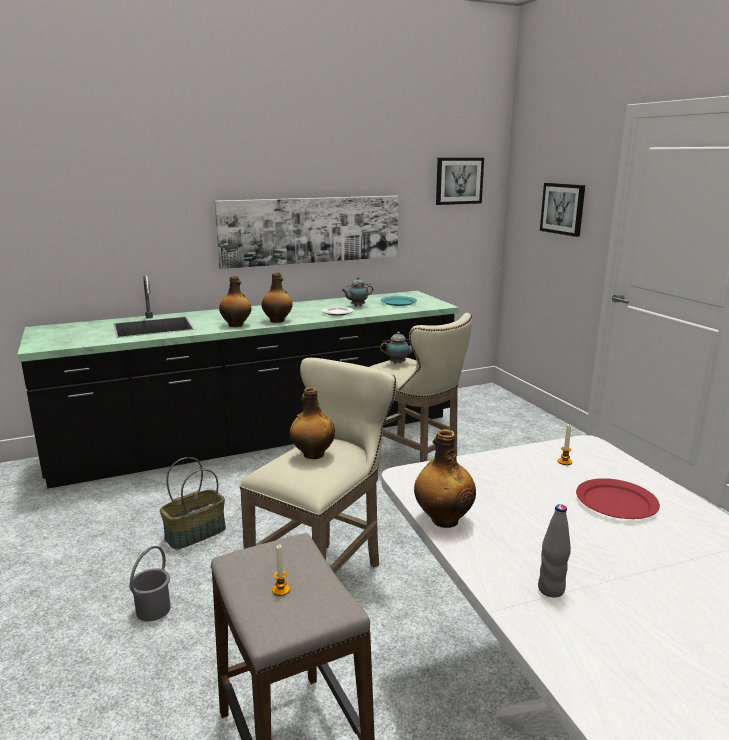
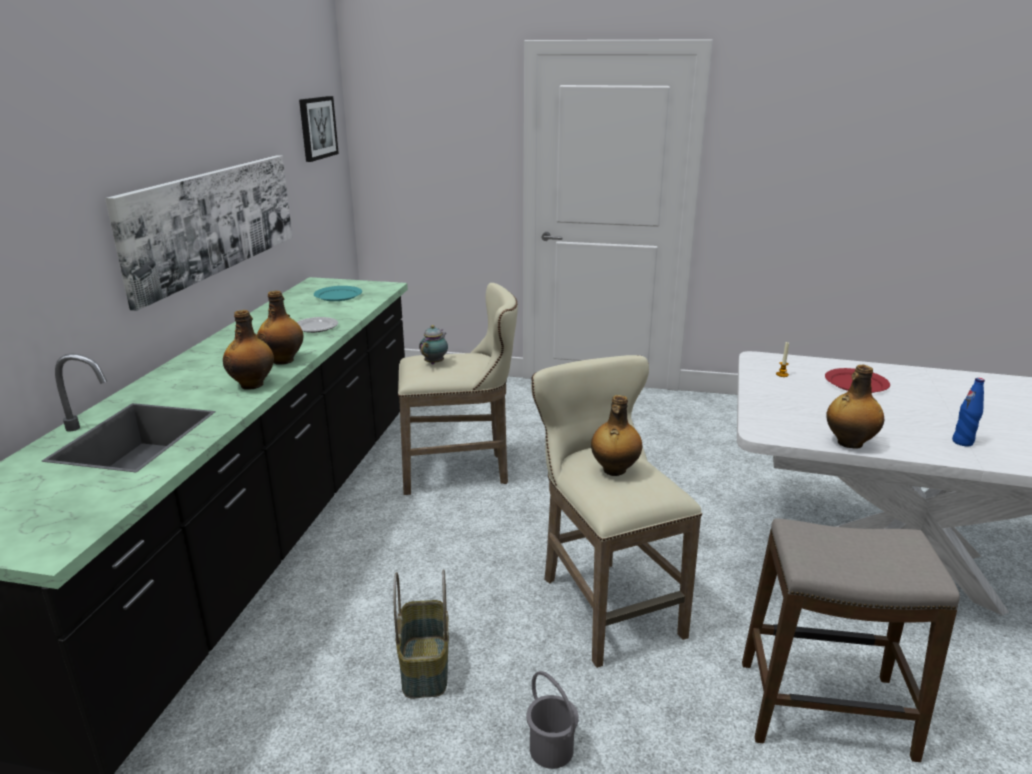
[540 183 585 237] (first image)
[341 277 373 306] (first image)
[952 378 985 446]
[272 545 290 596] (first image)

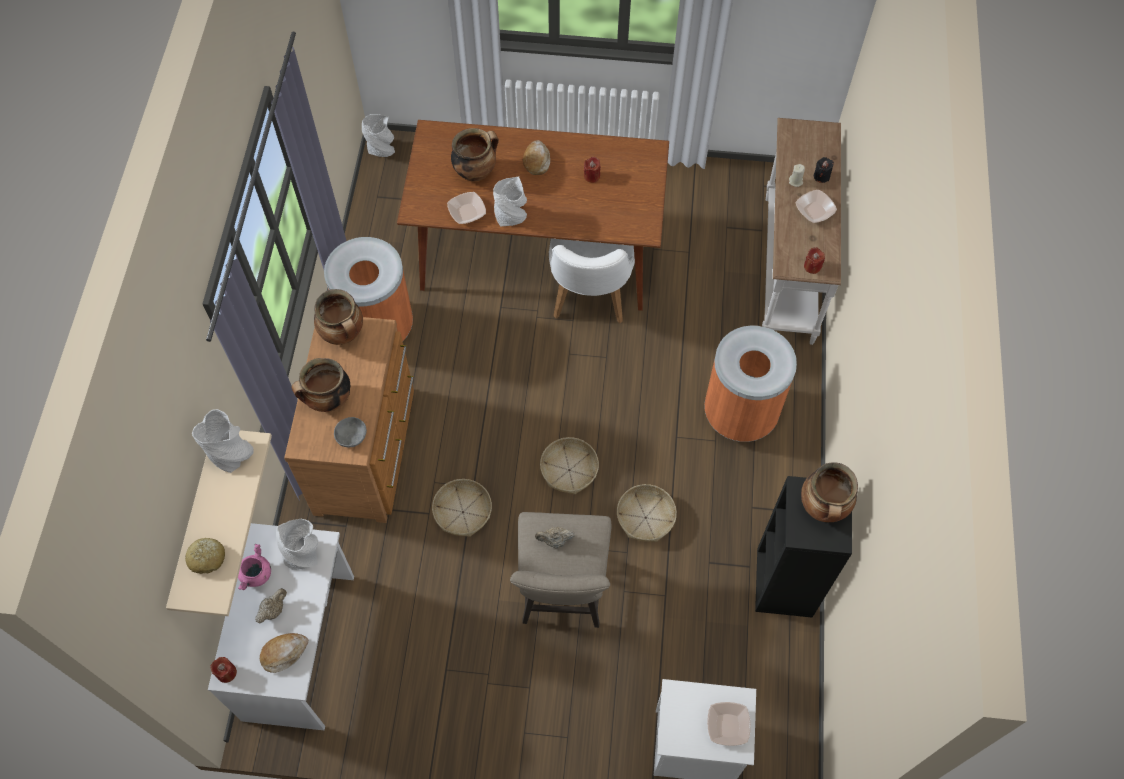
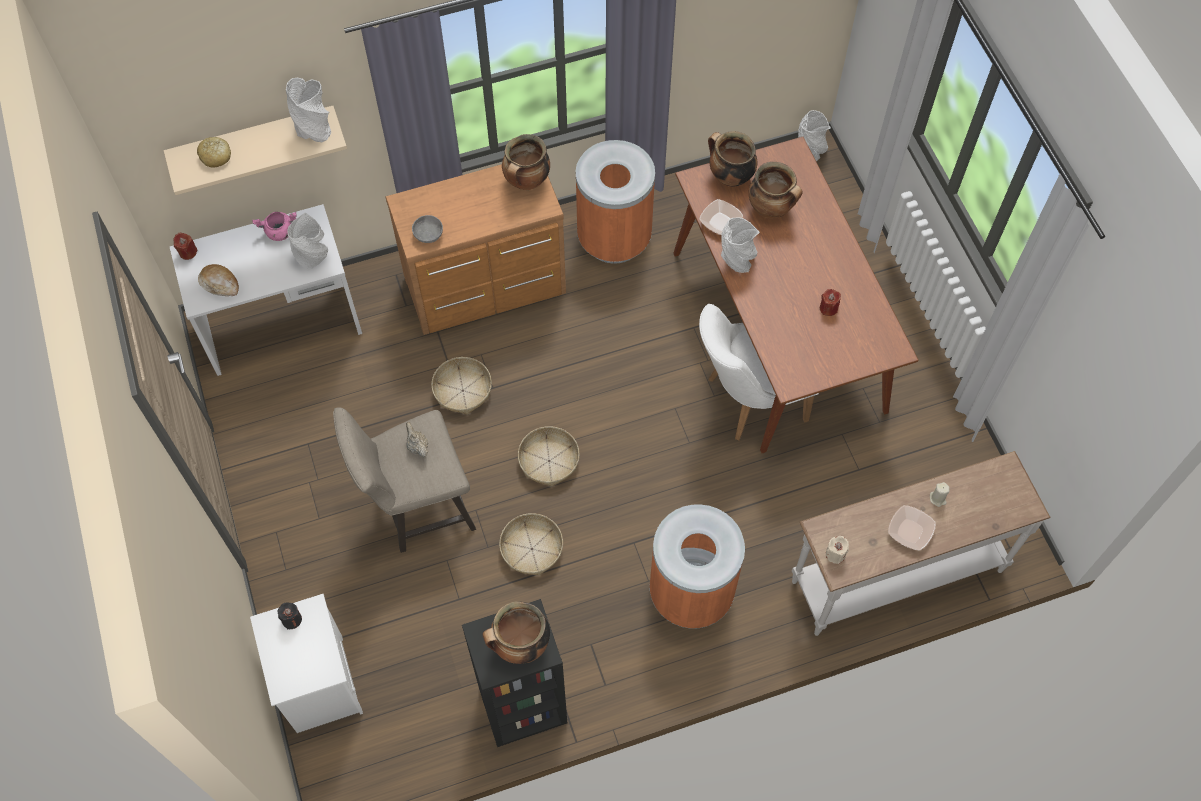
[523 140 550 175] (first image)
[278 602 302 629]
[826 536 849 564]
[708 131 757 187]
[255 588 287 624] (first image)
[707 702 751 746] (first image)

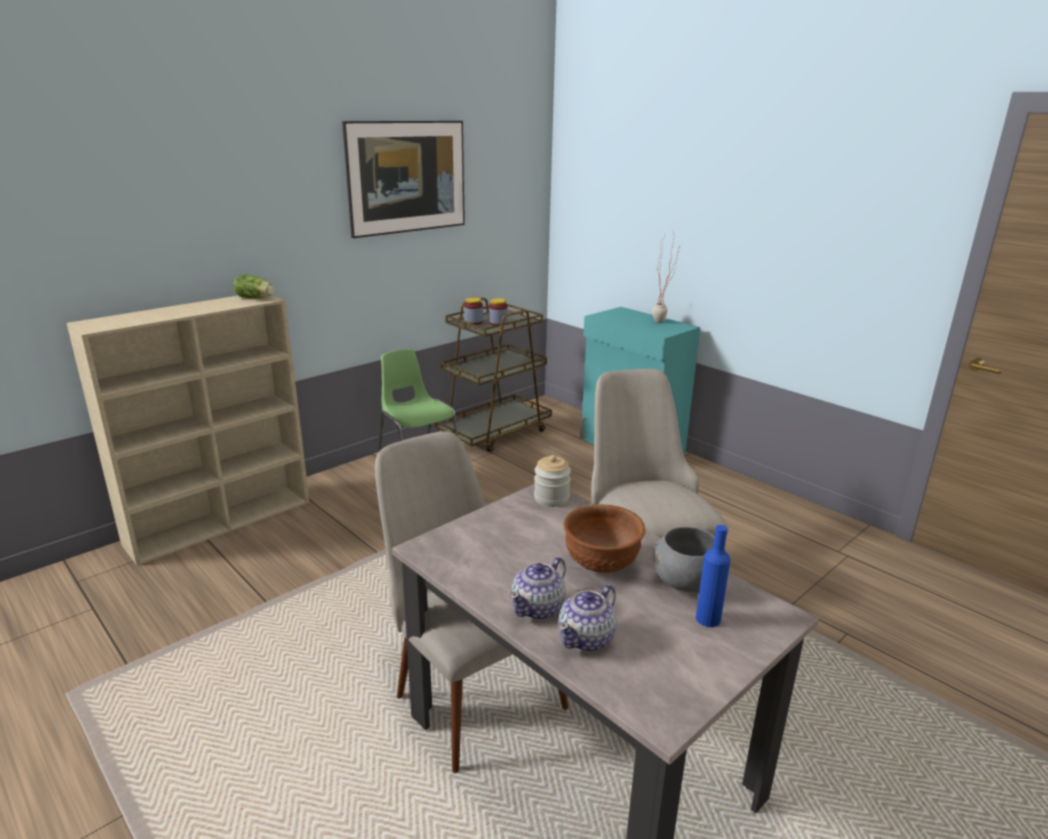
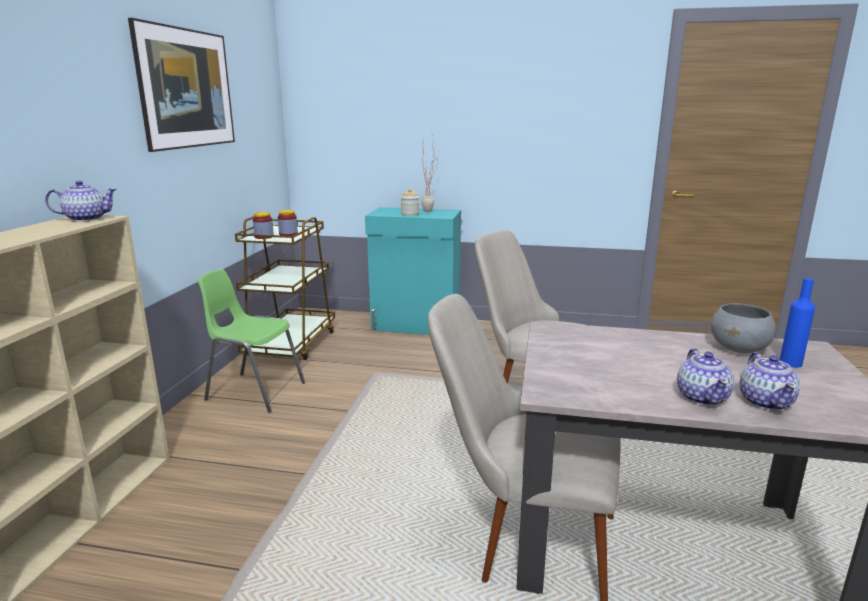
[45 181 117 222]
[401 189 420 216]
[564 504 646 573] (first image)

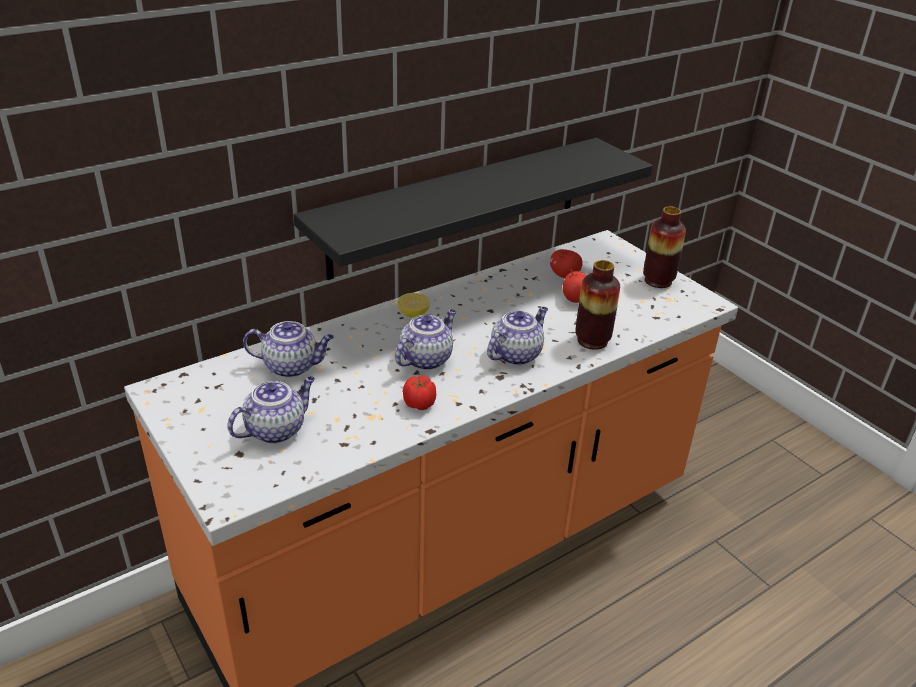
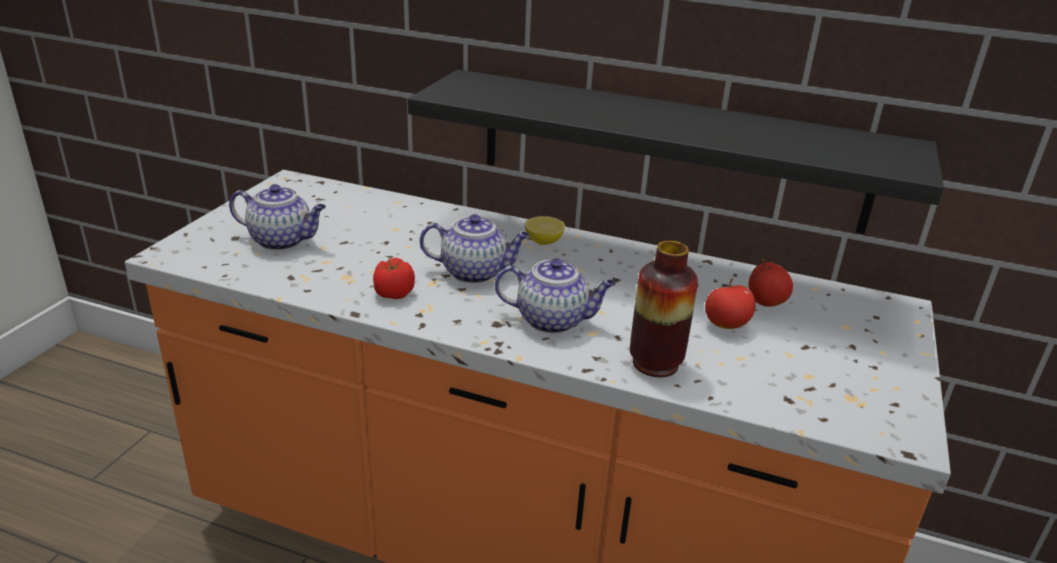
[643 206 686 288] (first image)
[243 321 334 378] (first image)

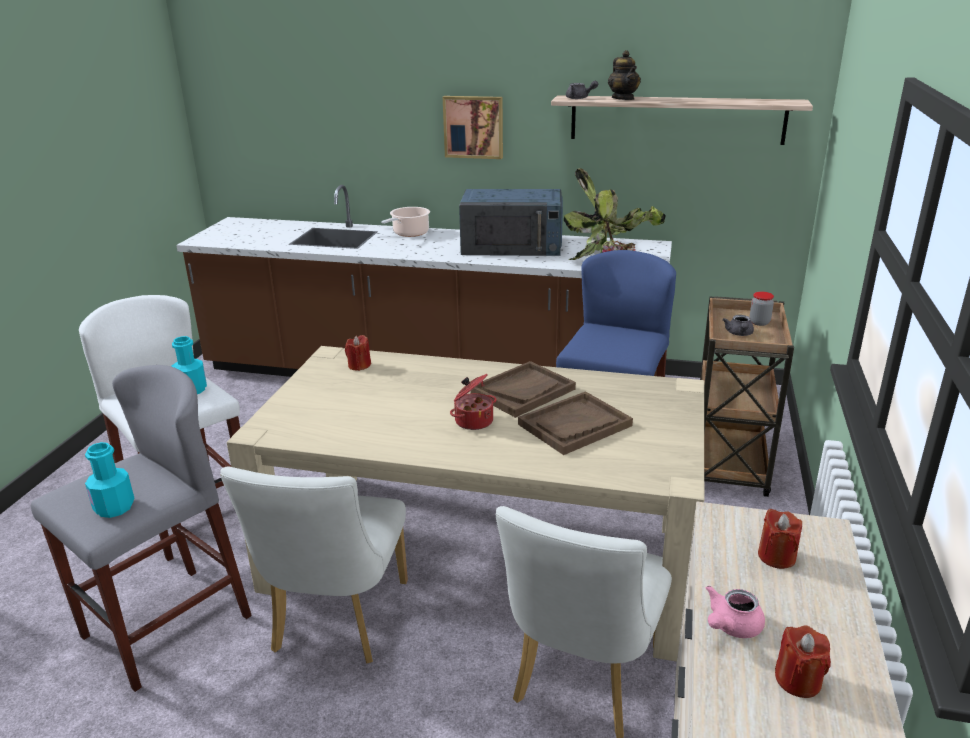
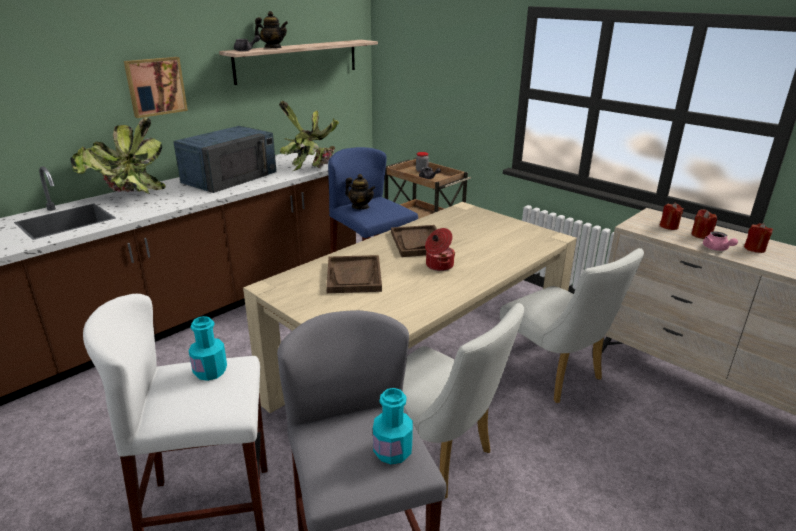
[70 118 166 194]
[692 209 717 239]
[326 255 382 293]
[345 174 375 210]

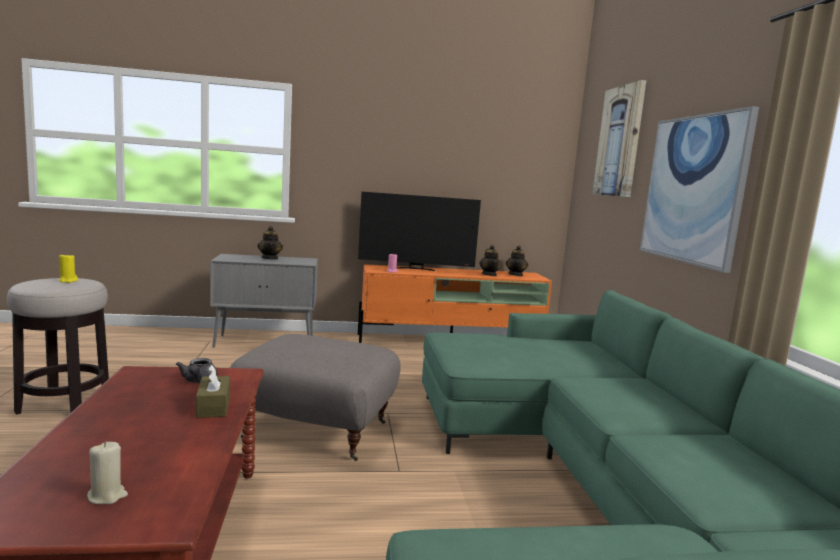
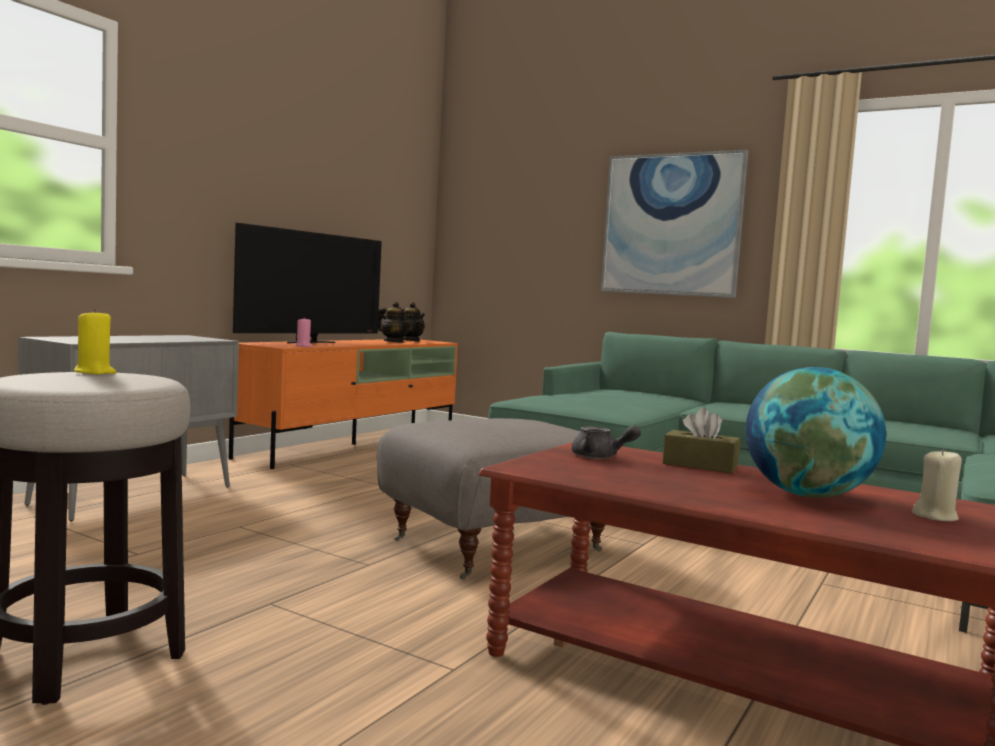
[592 80 646 197] (first image)
[257 226 283 260] (first image)
[745 367 886 498]

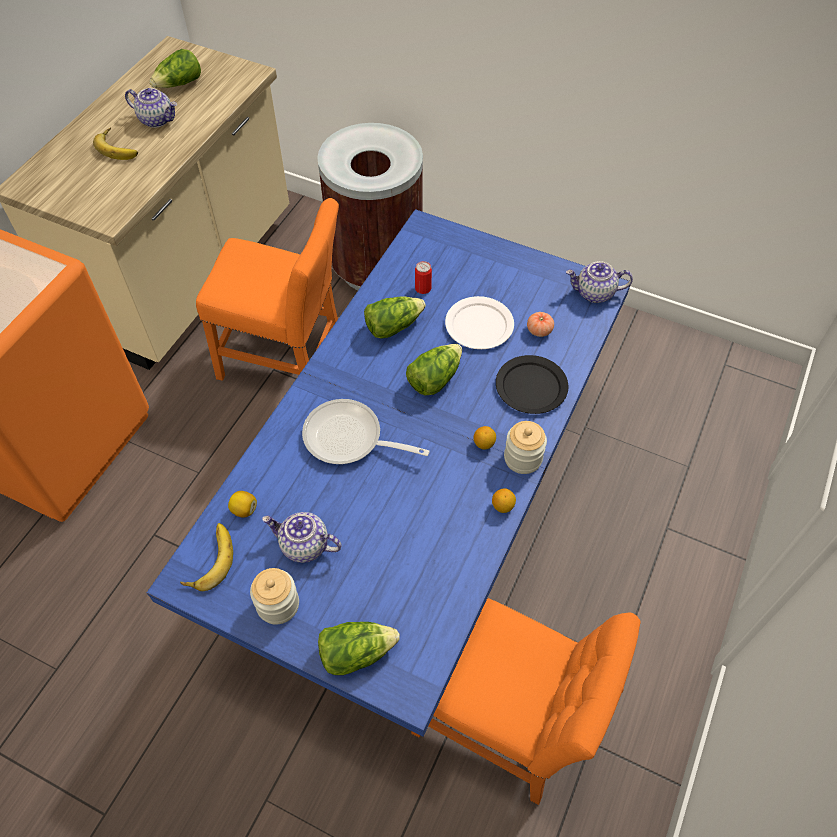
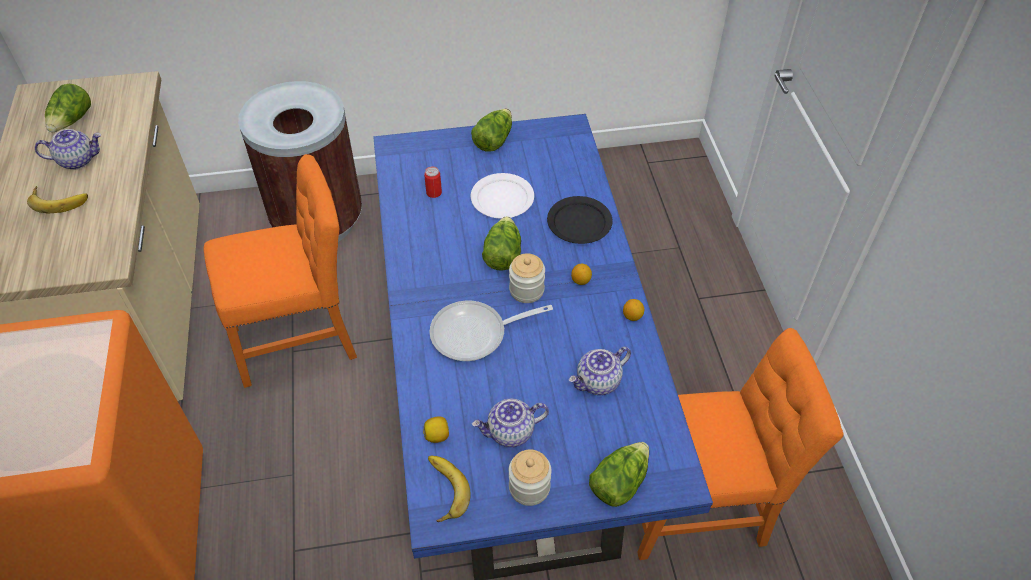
[569 346 631 395]
[471 109 512 152]
[527 312 554 337] (first image)
[509 253 545 303]

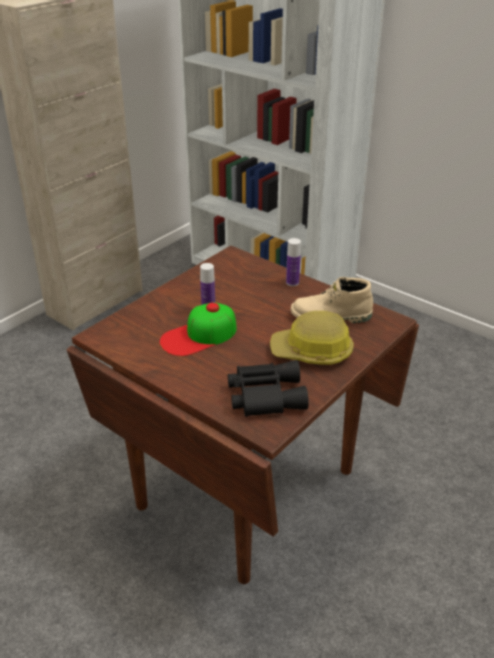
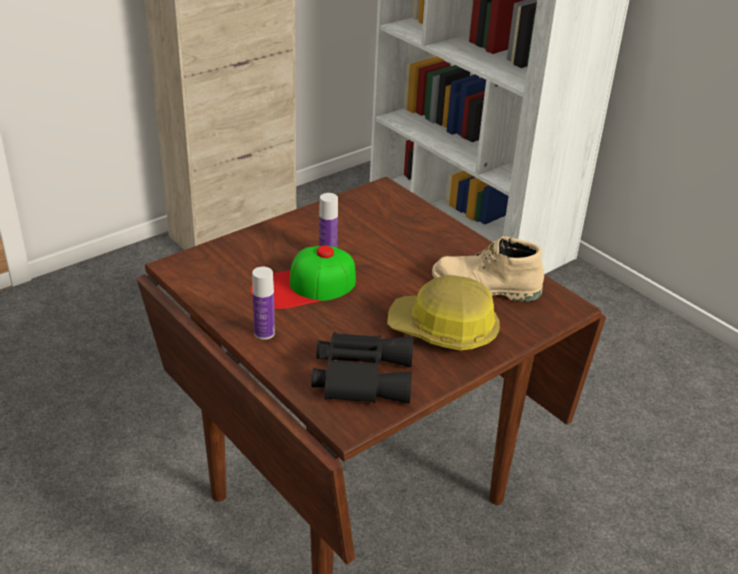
[252 267 275 340]

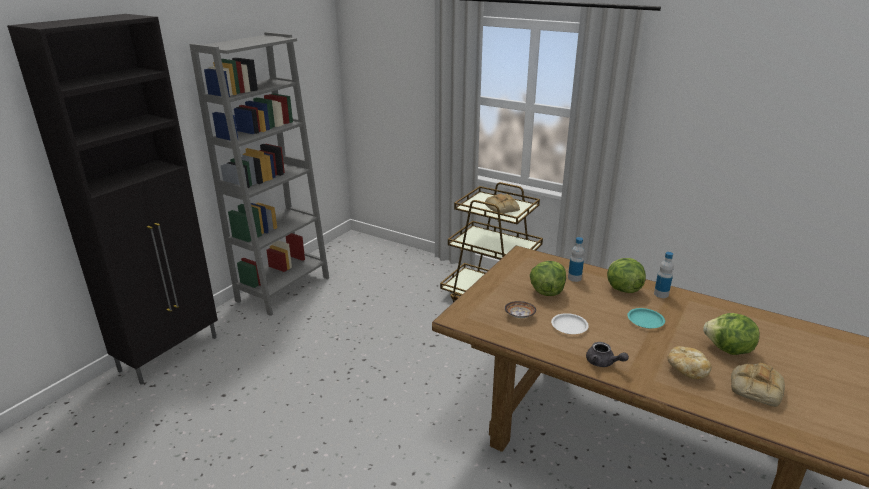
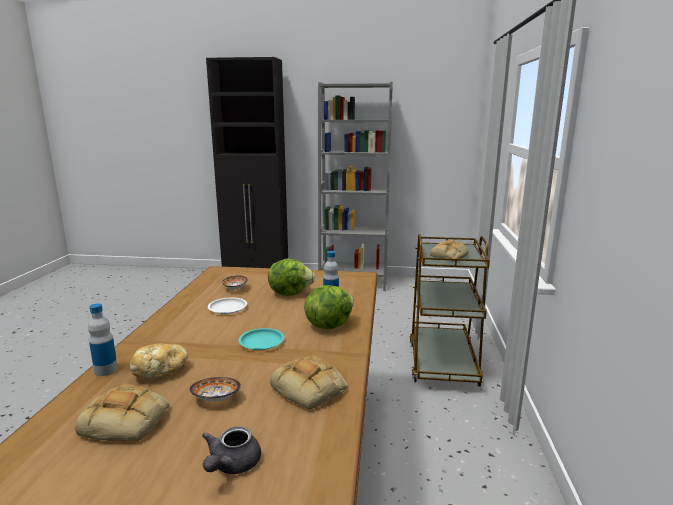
[88 303 118 376]
[190 377 241 402]
[202 426 261 474]
[270 355 347 410]

